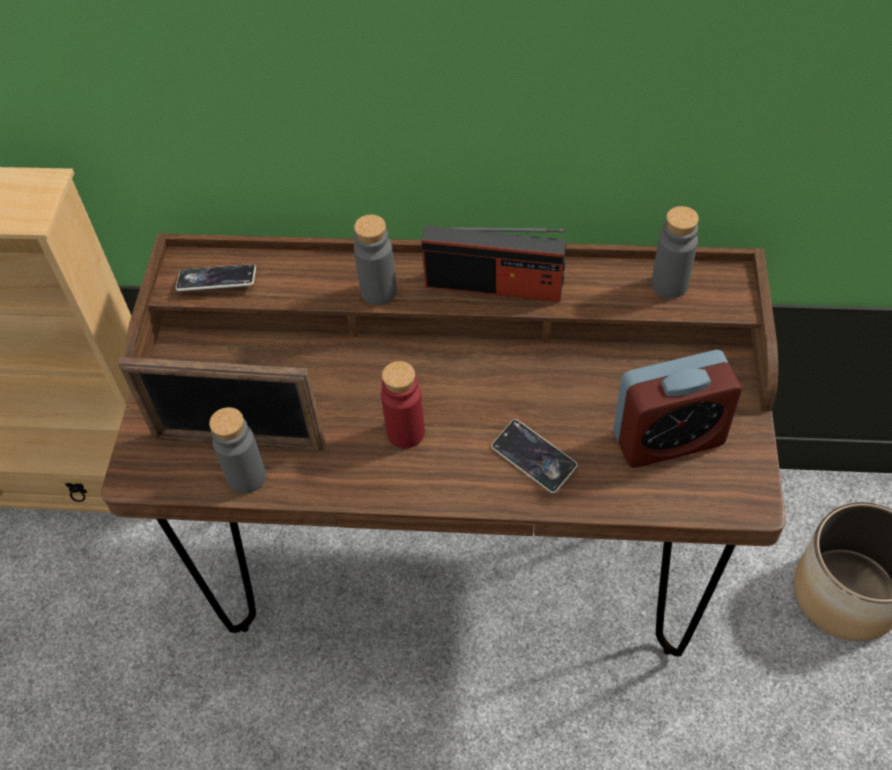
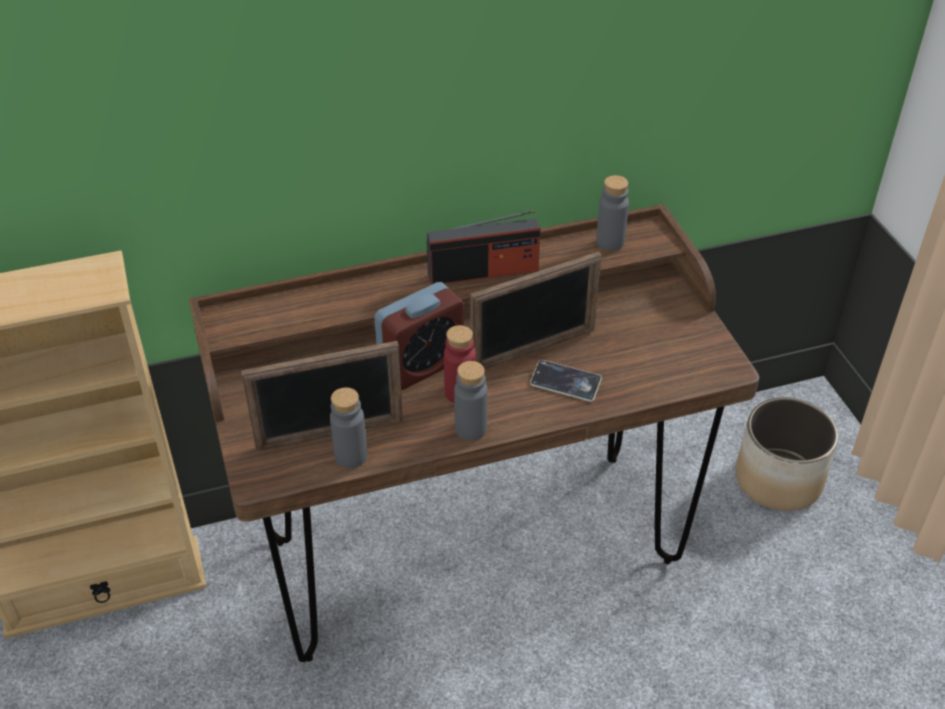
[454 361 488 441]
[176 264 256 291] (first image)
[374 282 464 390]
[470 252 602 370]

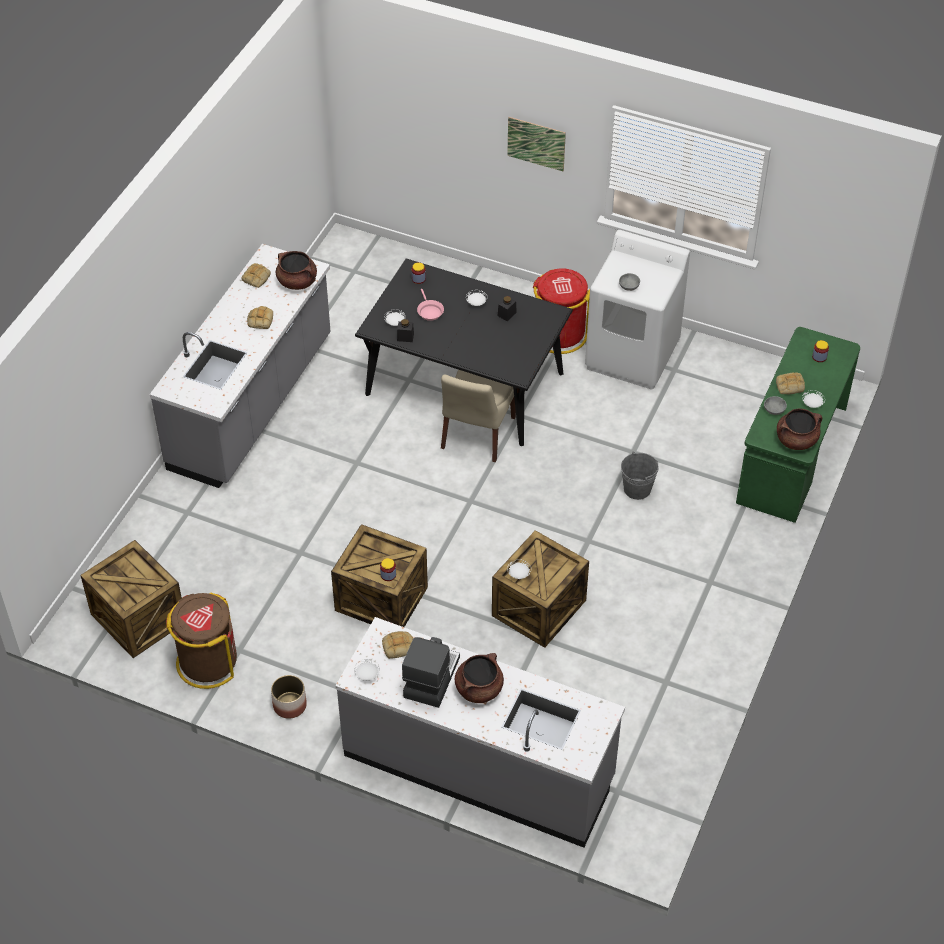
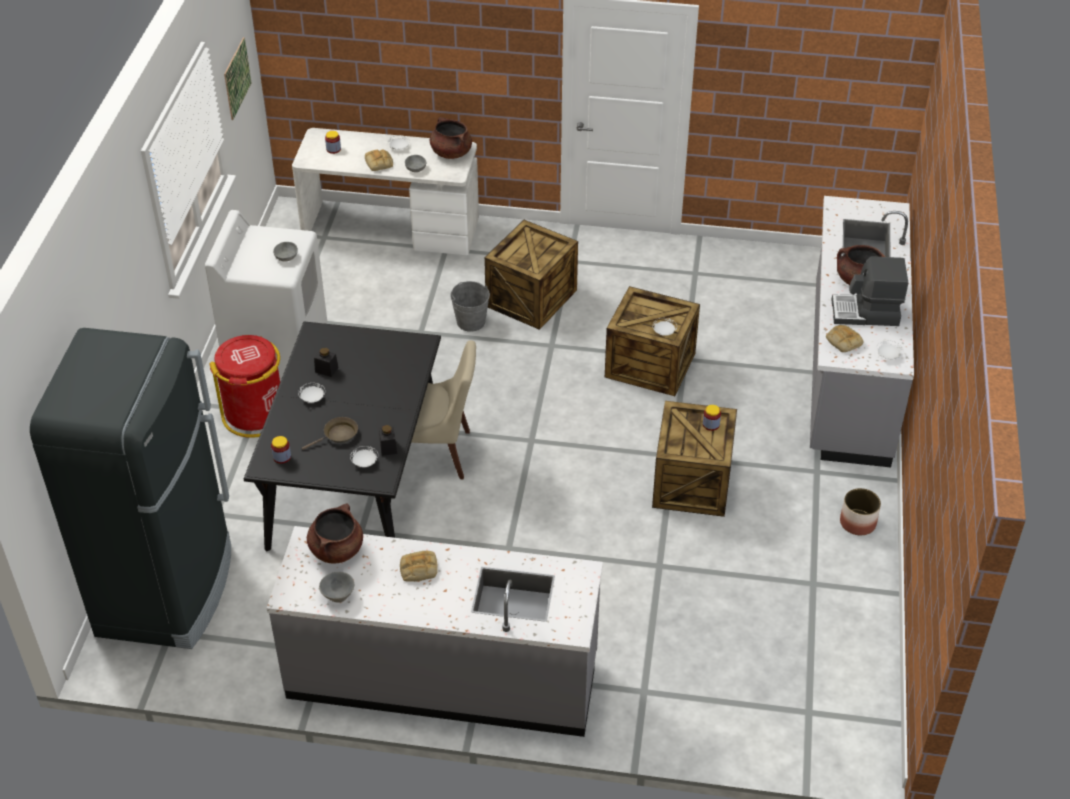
[224 37 251 120]
[319 572 354 603]
[302 417 358 450]
[292 128 479 255]
[484 220 578 330]
[166 592 237 689] (first image)
[30 328 231 649]

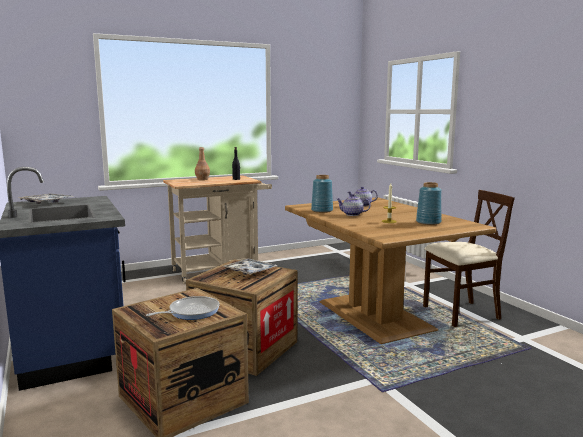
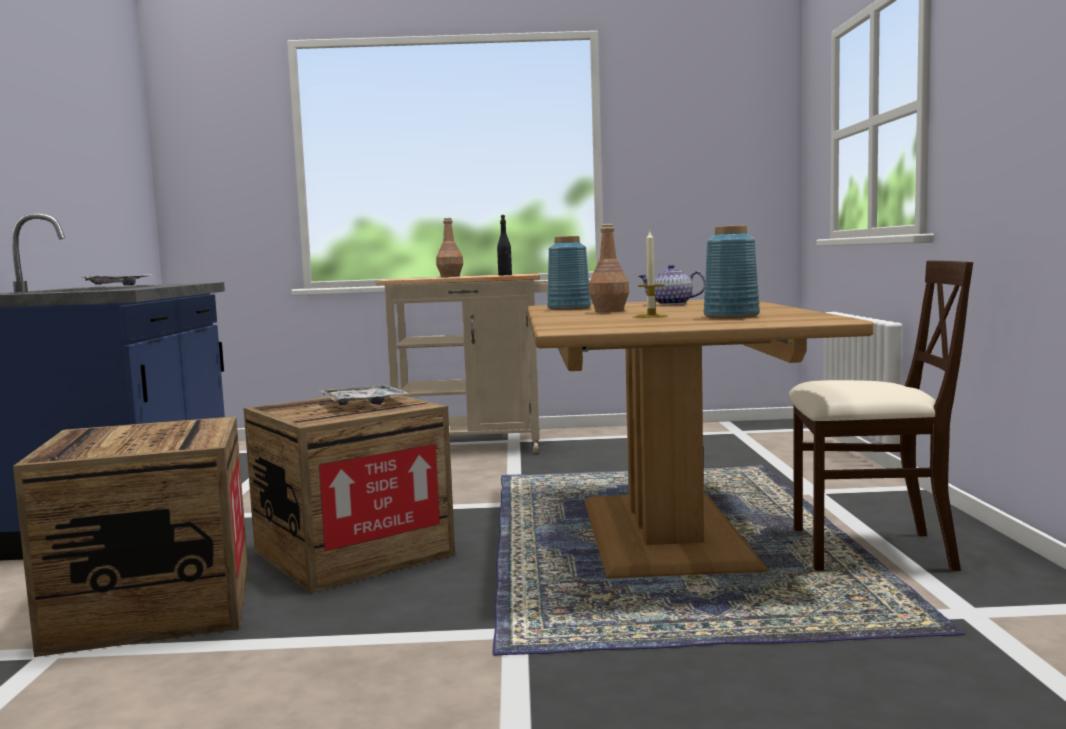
[589 224 629 312]
[146 296 219 320] (first image)

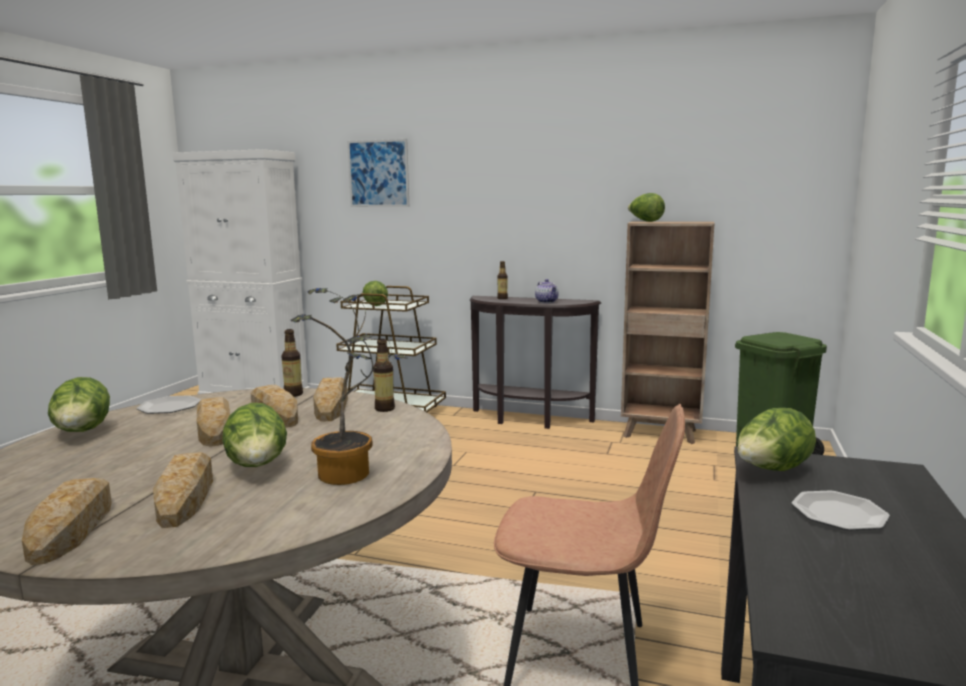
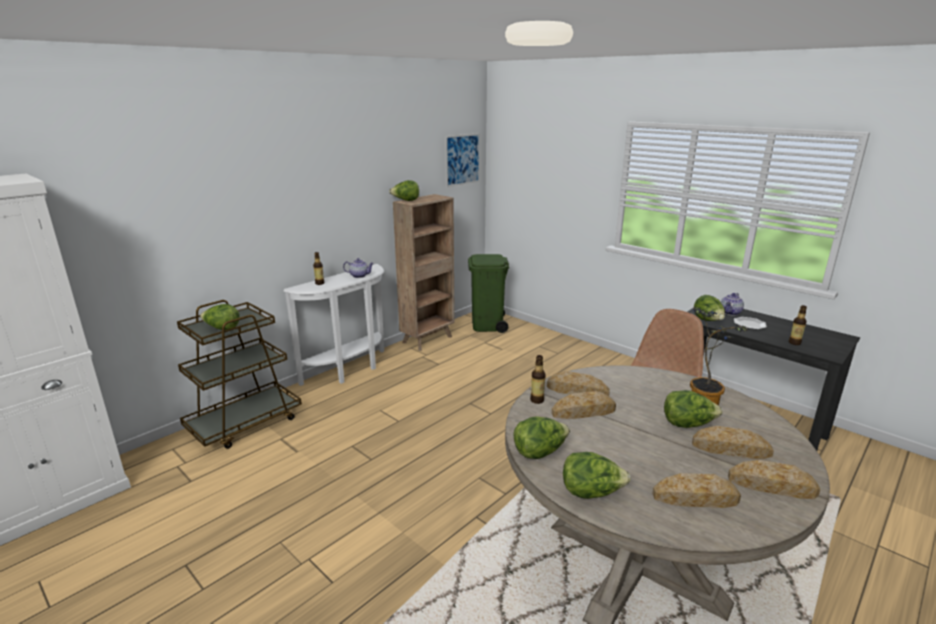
[445 133 480 187]
[283 264 384 386]
[789 305 807 345]
[514 417 570 459]
[652 473 741 508]
[721 293 744 316]

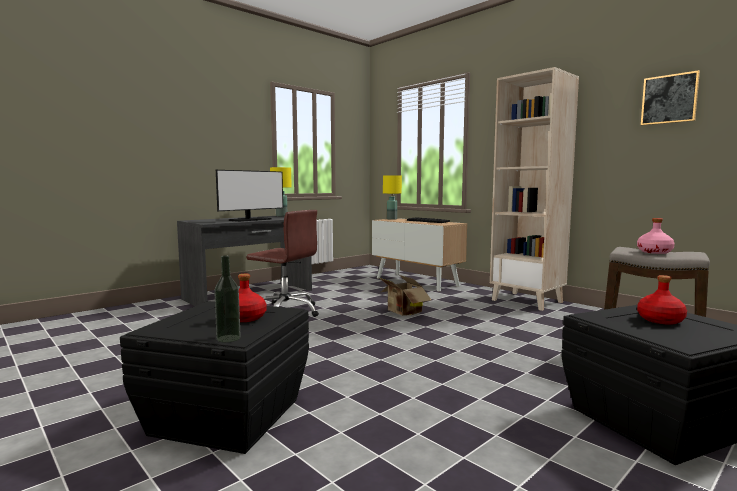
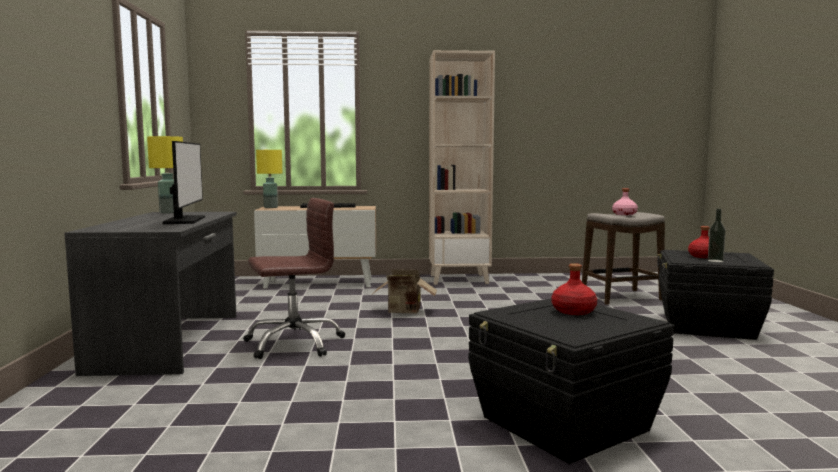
[641 70 700 125] (first image)
[708 209 726 262]

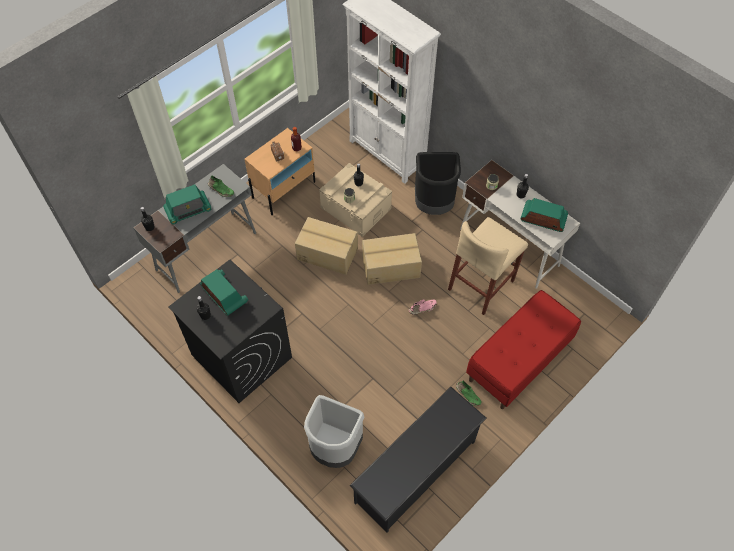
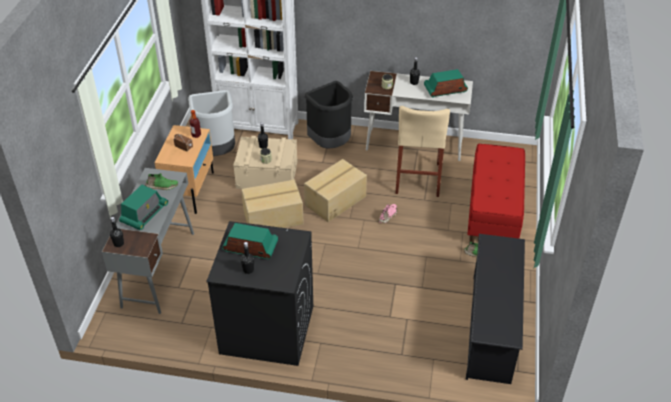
[188 90 235 156]

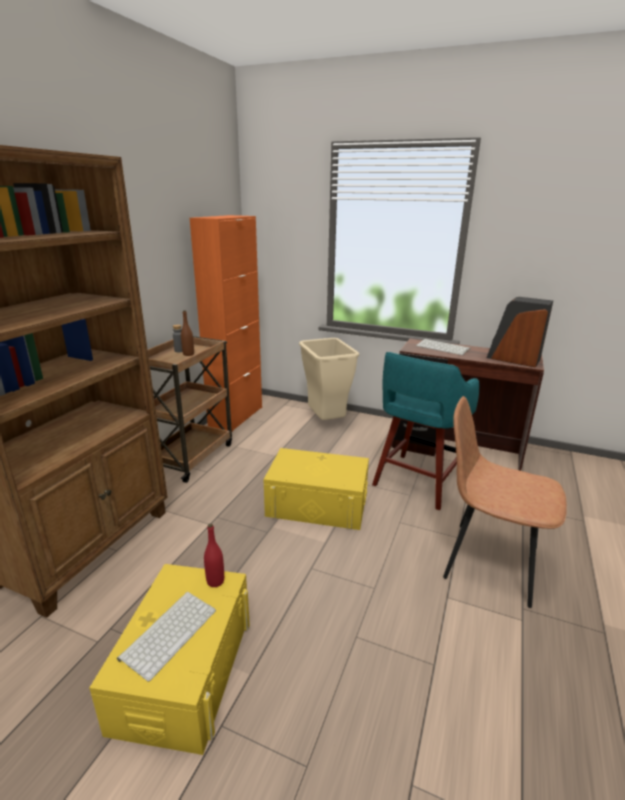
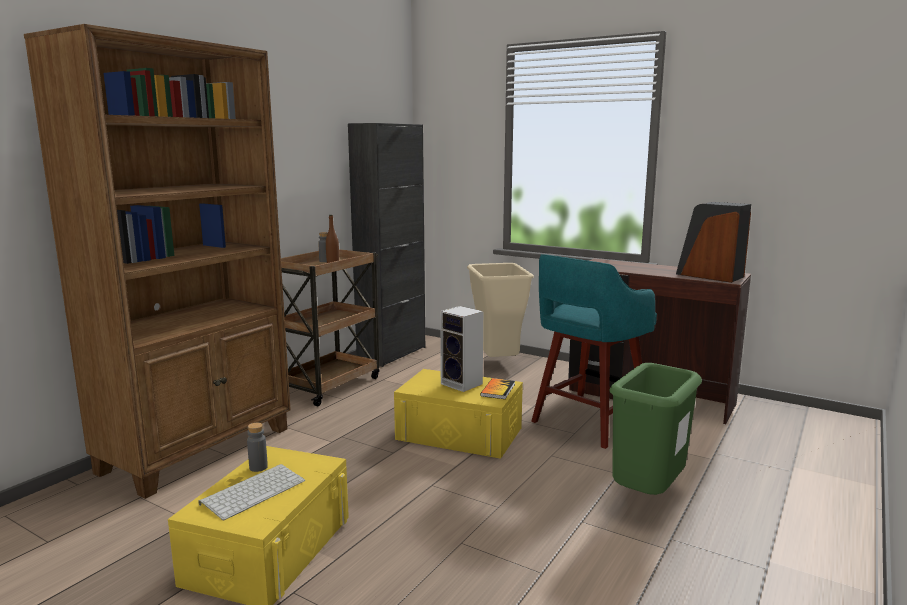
[348 123 425 367]
[416 339 470 355] (first image)
[609 363 702 495]
[204 524 224 587] (first image)
[440 306 483 392]
[480 378 515 399]
[247 423 268 472]

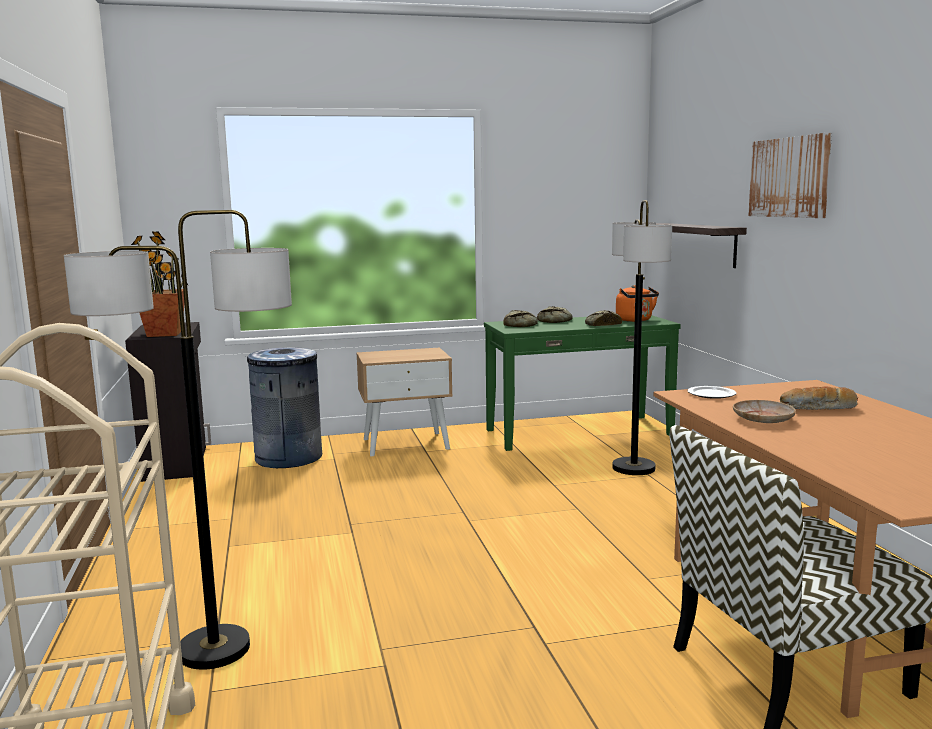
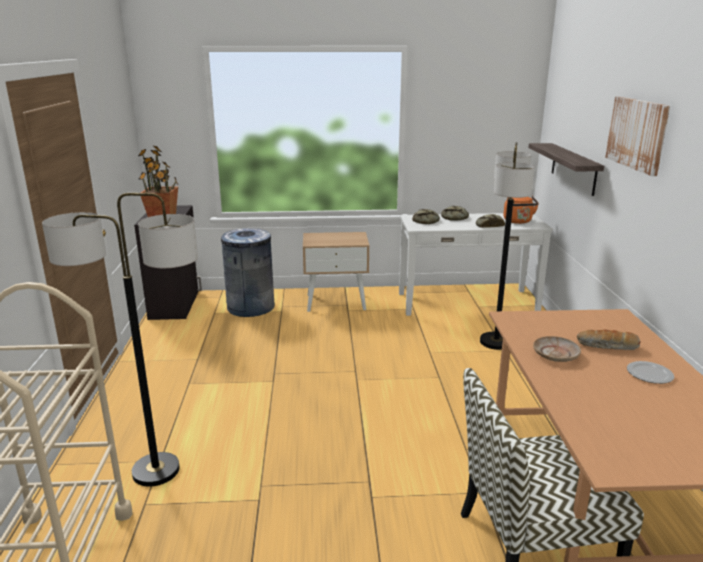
[399 213 553 316]
[627 361 674 384]

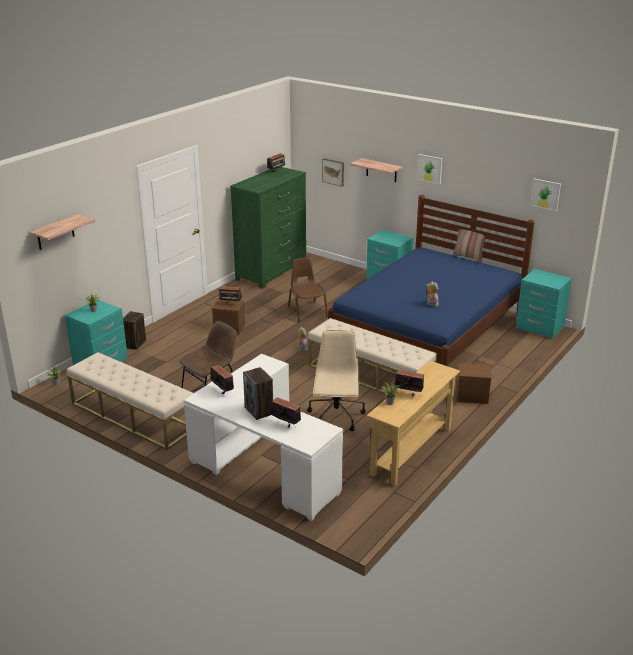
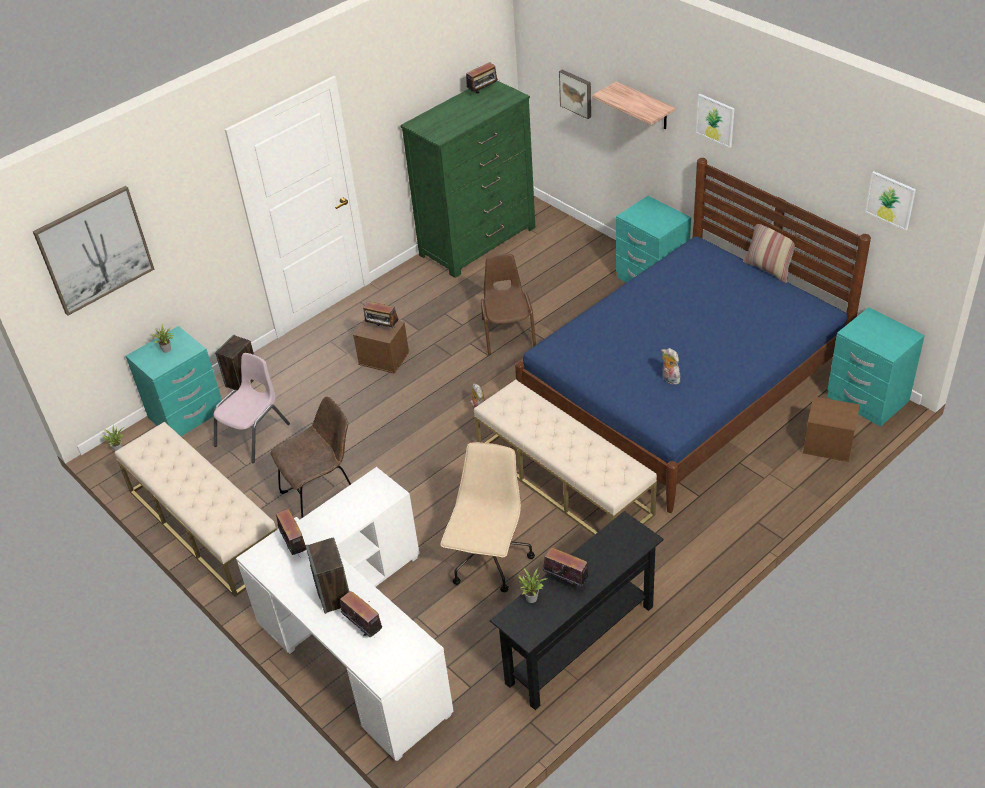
[33 186 154 316]
[490 511 664 710]
[803 396 860 462]
[213 353 290 463]

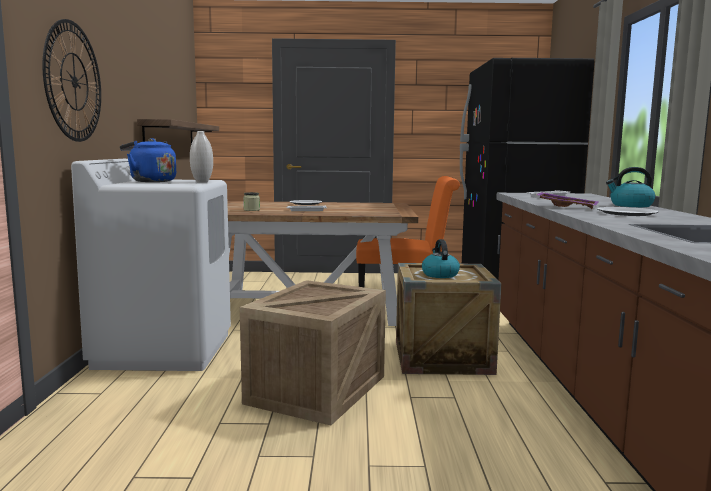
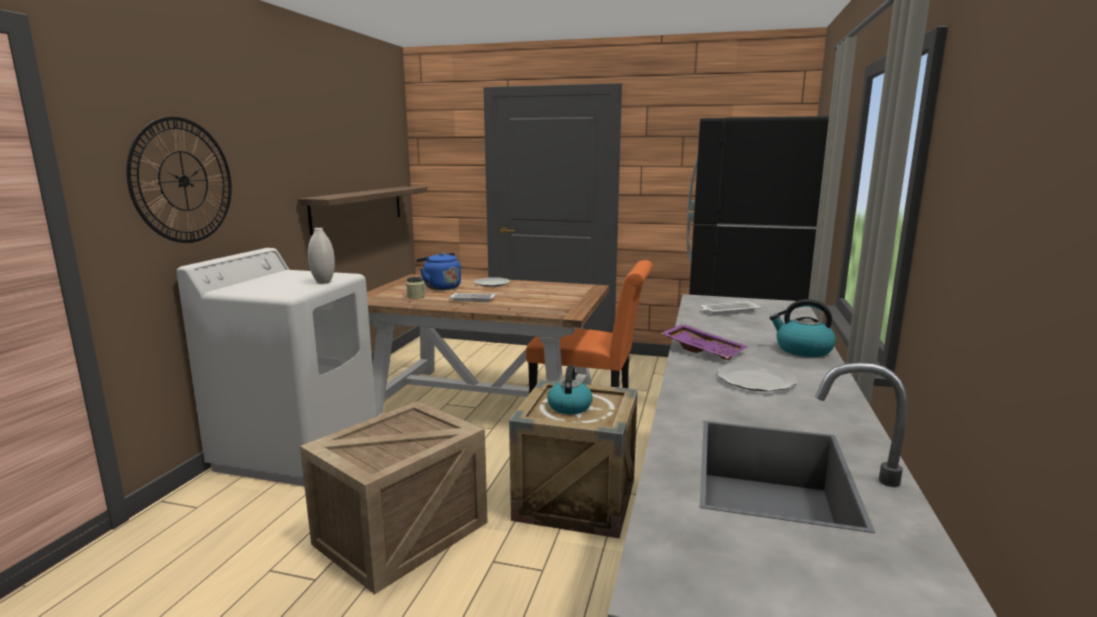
[416 252 461 290]

